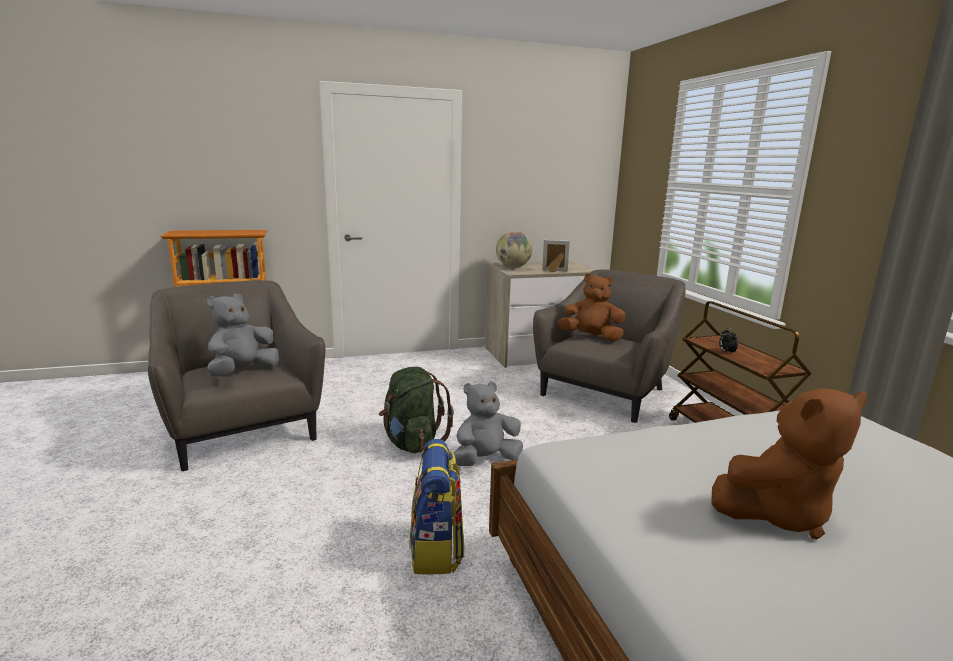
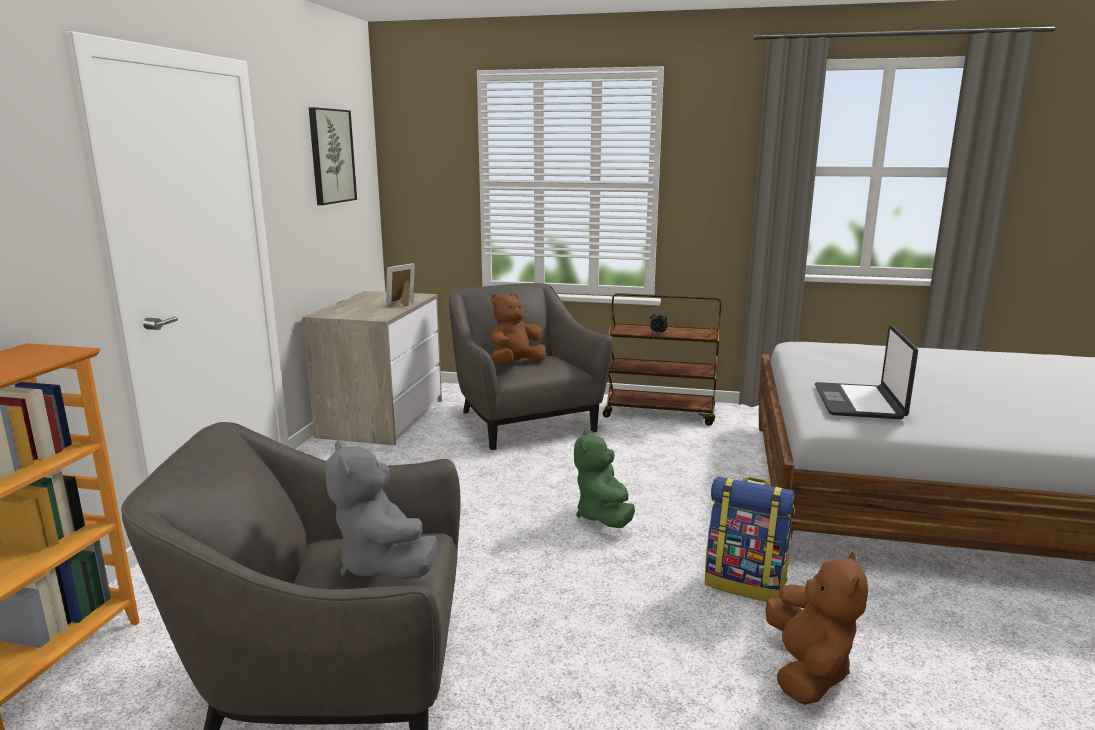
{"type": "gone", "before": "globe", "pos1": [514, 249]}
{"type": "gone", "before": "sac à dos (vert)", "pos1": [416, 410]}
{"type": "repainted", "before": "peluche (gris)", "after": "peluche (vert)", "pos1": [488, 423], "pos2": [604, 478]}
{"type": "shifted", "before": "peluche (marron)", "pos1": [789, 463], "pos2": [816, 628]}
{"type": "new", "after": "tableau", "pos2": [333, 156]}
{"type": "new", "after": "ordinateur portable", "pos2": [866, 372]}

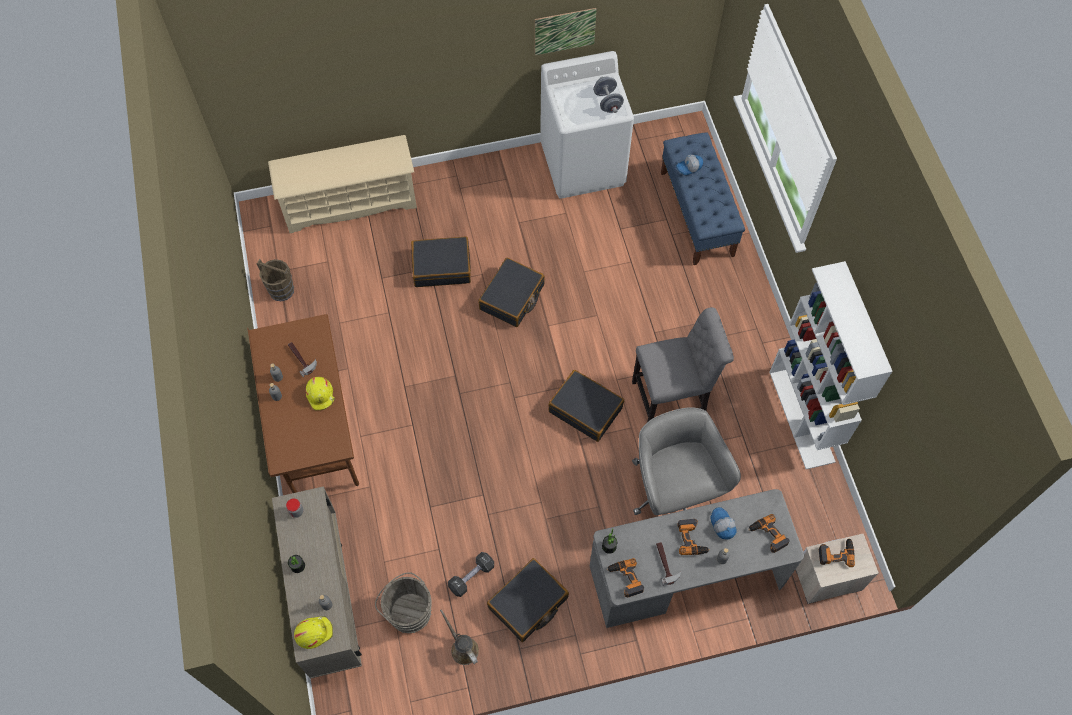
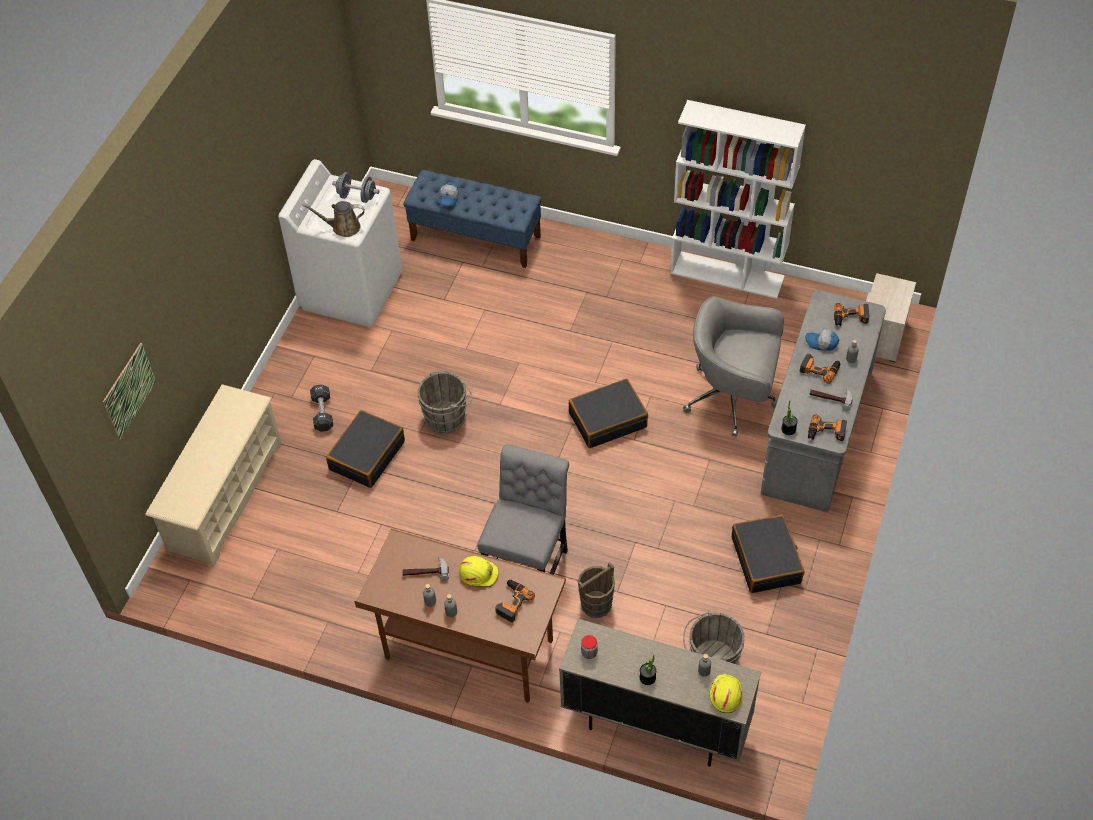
{"type": "shifted", "before": "tableau", "pos1": [566, 31], "pos2": [129, 391]}
{"type": "swapped", "before": "valise (noir)", "after": "seau (gris)", "pos1": [511, 292], "pos2": [445, 402]}
{"type": "shifted", "before": "seau (marron)", "pos1": [275, 280], "pos2": [596, 590]}
{"type": "shifted", "before": "chaise (gris)", "pos1": [683, 364], "pos2": [523, 509]}
{"type": "shifted", "before": "perceuse", "pos1": [837, 552], "pos2": [515, 601]}
{"type": "shifted", "before": "haltère (noir)", "pos1": [471, 574], "pos2": [321, 408]}
{"type": "shifted", "before": "arrosoir (marron)", "pos1": [459, 637], "pos2": [333, 219]}

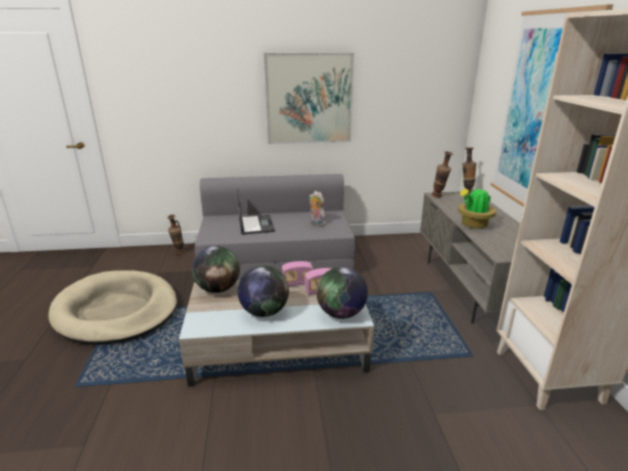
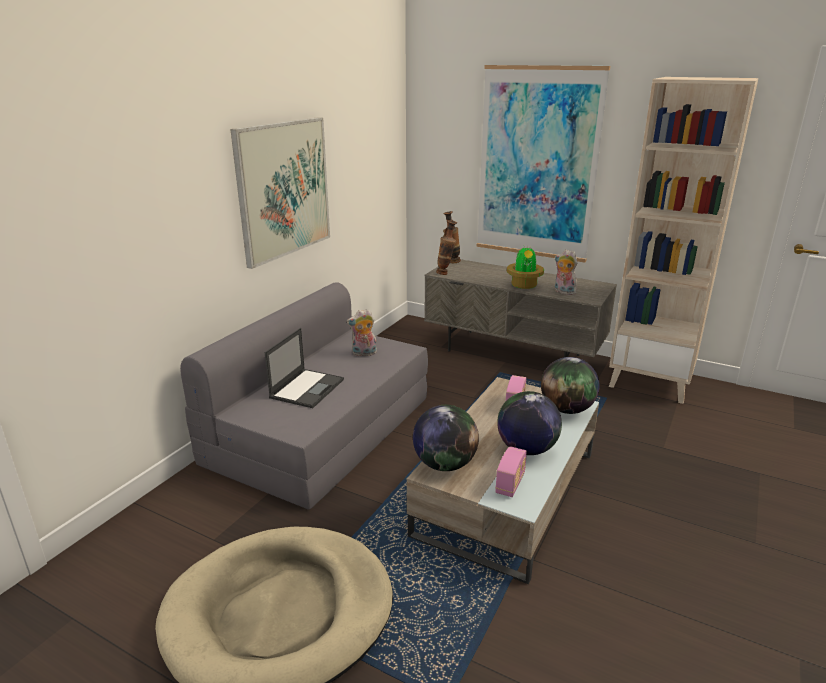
{"type": "rotated", "before": "ordinateur portable", "pos1": [256, 212], "pos2": [304, 368], "turn": 90}
{"type": "gone", "before": "vase", "pos1": [176, 234]}
{"type": "shifted", "before": "radio", "pos1": [297, 273], "pos2": [511, 471]}
{"type": "new", "after": "peluche", "pos2": [566, 272]}

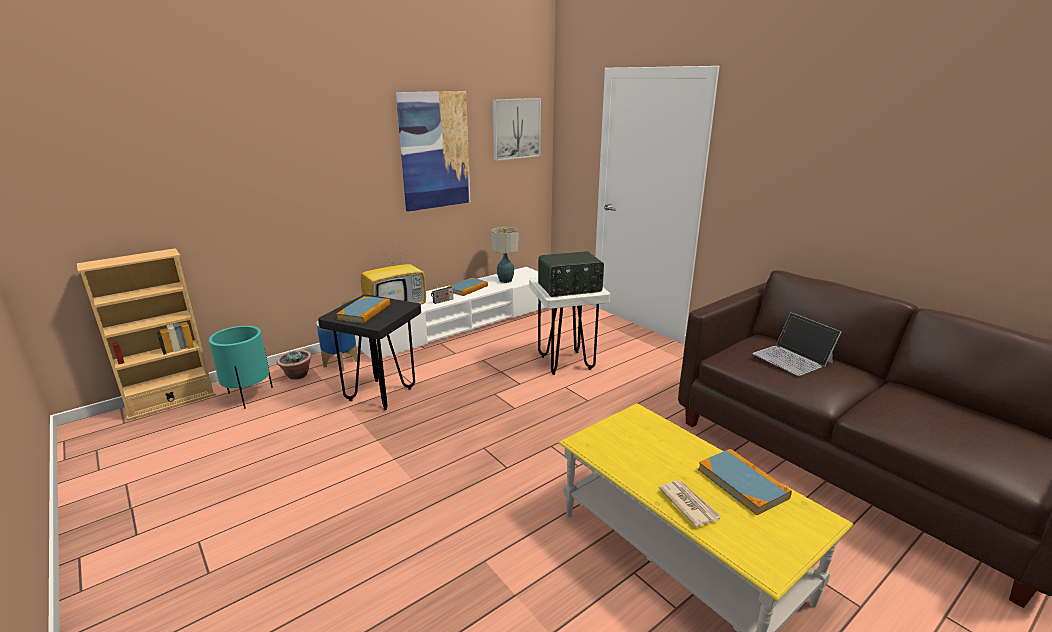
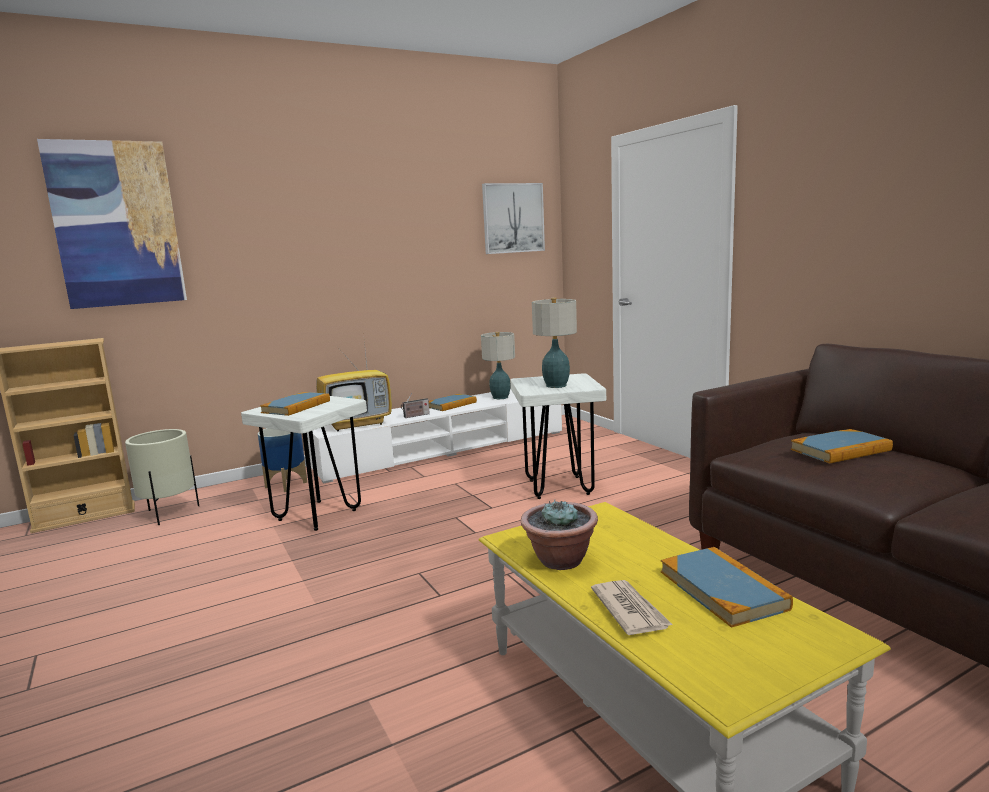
{"type": "shifted", "before": "tableau", "pos1": [433, 151], "pos2": [112, 224]}
{"type": "swapped", "before": "radio", "after": "lampe de table", "pos1": [571, 274], "pos2": [554, 343]}
{"type": "repainted", "before": "tabouret (noir)", "after": "tabouret (blanc)", "pos1": [369, 352], "pos2": [304, 463]}
{"type": "swapped", "before": "ordinateur portable", "after": "livre", "pos1": [796, 344], "pos2": [842, 446]}
{"type": "repainted", "before": "cache-pot (turquoise)", "after": "cache-pot (beige)", "pos1": [241, 367], "pos2": [162, 477]}
{"type": "shifted", "before": "plante en pot", "pos1": [294, 365], "pos2": [559, 534]}

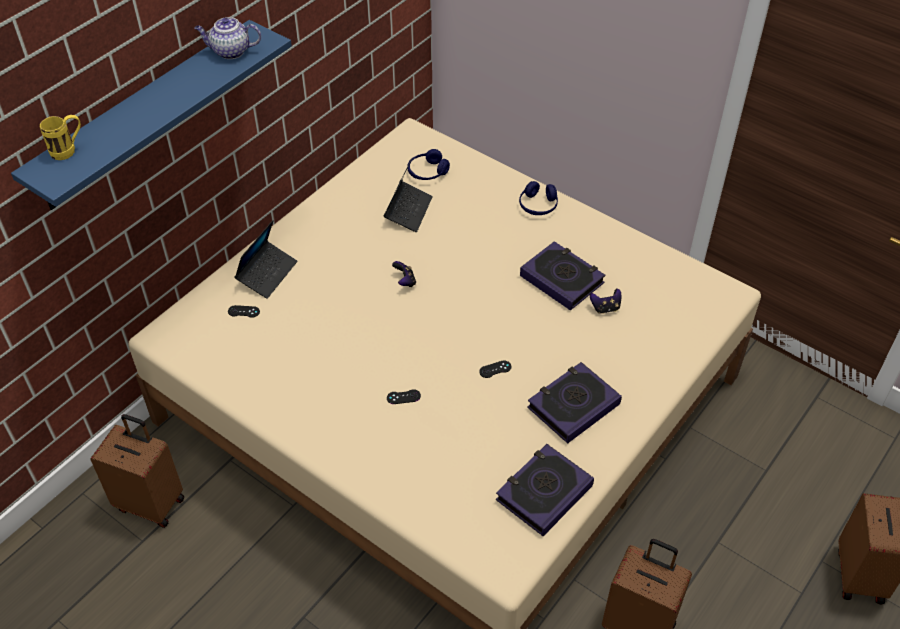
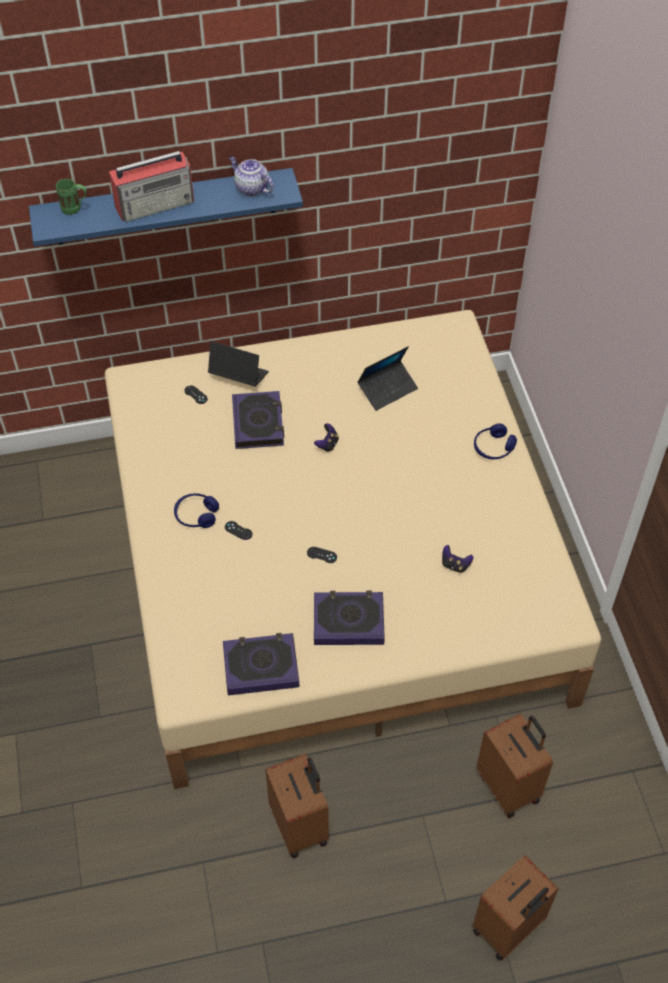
{"type": "repainted", "before": "mug (jaune)", "after": "mug (vert)", "pos1": [60, 137], "pos2": [71, 197]}
{"type": "shifted", "before": "casque audio (bleu)", "pos1": [429, 164], "pos2": [196, 510]}
{"type": "rotated", "before": "ordinateur portable", "pos1": [266, 259], "pos2": [238, 364], "turn": -135}
{"type": "shifted", "before": "livre", "pos1": [563, 276], "pos2": [258, 420]}
{"type": "shifted", "before": "valise (marron)", "pos1": [137, 471], "pos2": [515, 766]}
{"type": "new", "after": "radio", "pos2": [151, 186]}

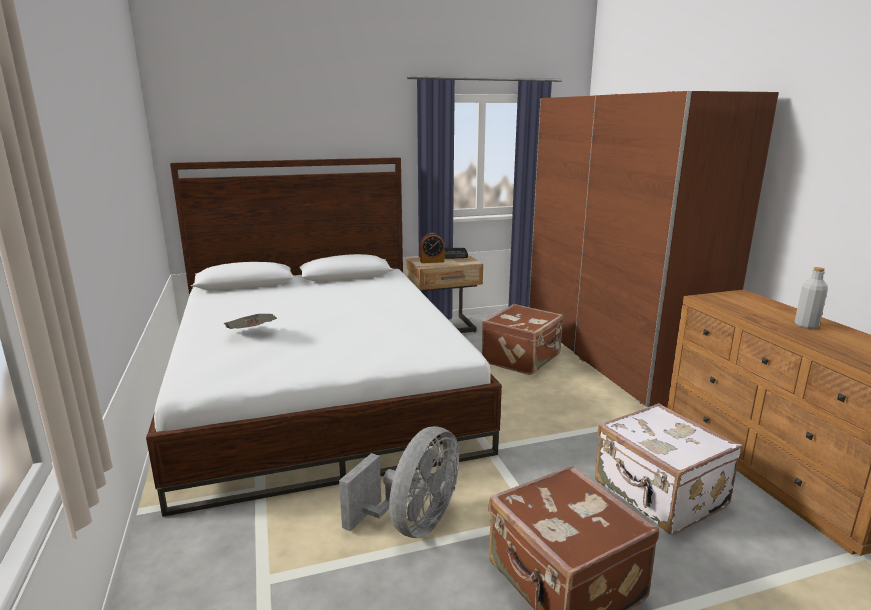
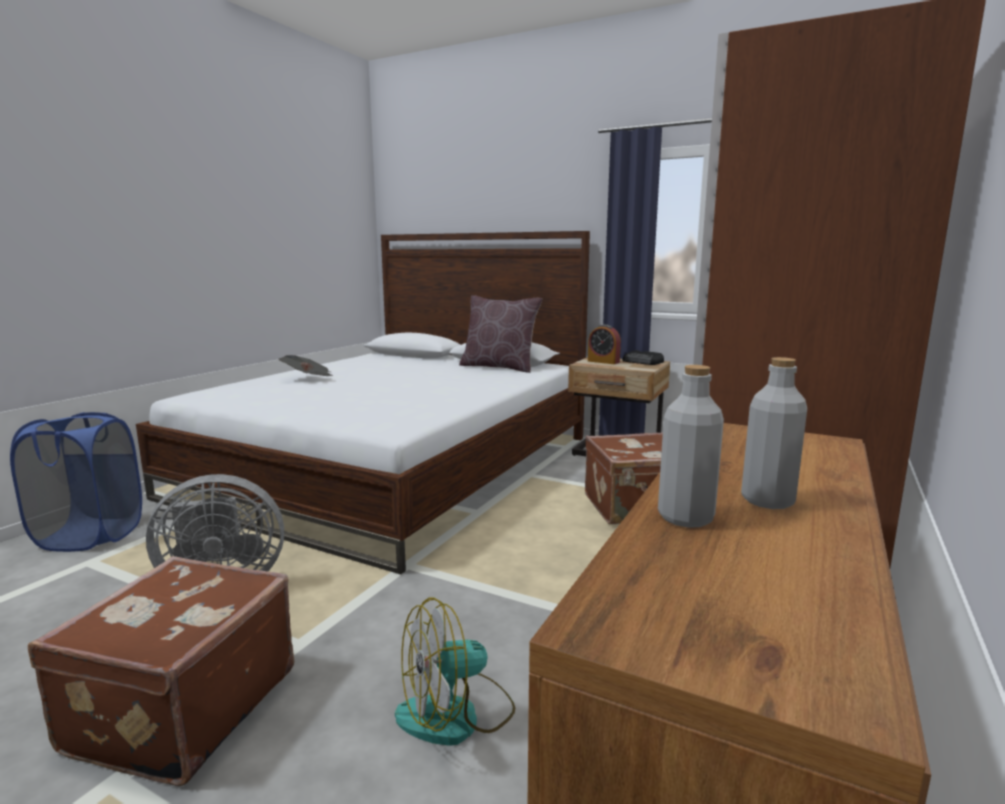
{"type": "swapped", "before": "valise (blanc)", "after": "ventilateur", "pos1": [668, 469], "pos2": [455, 671]}
{"type": "new", "after": "coussin (marron)", "pos2": [500, 334]}
{"type": "new", "after": "bouteille (gris)", "pos2": [691, 446]}
{"type": "new", "after": "panier à linge (bleu)", "pos2": [76, 482]}

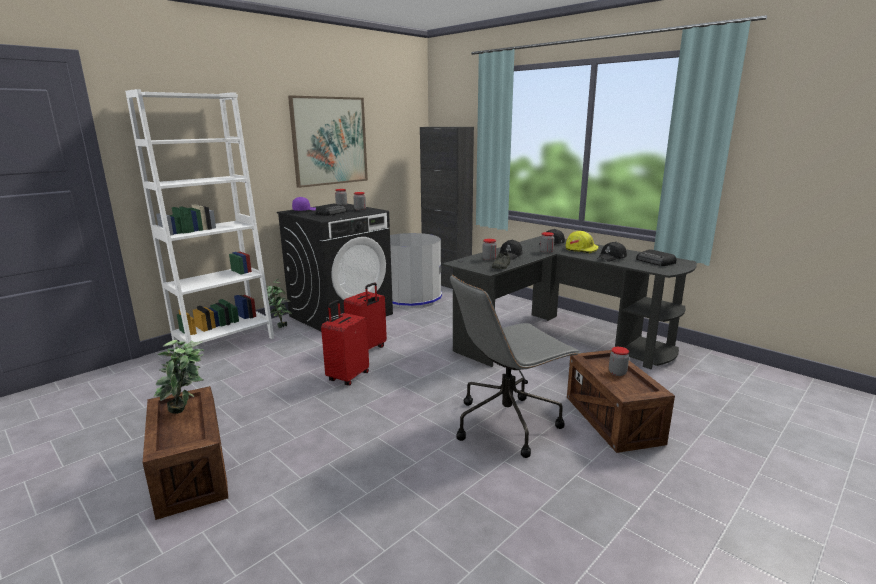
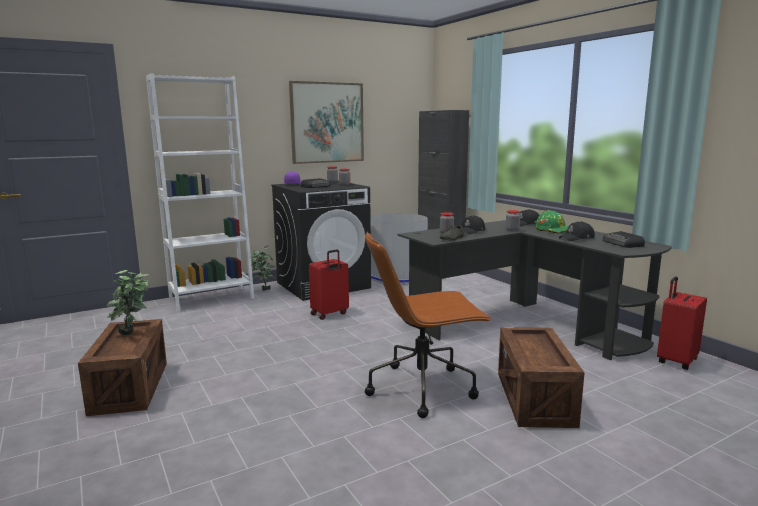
{"type": "repainted", "before": "casque de chantier (jaune)", "after": "casque de chantier (vert)", "pos1": [582, 242], "pos2": [552, 222]}
{"type": "repainted", "before": "chaise de bureau (gris)", "after": "chaise de bureau (marron)", "pos1": [515, 366], "pos2": [428, 325]}
{"type": "shifted", "before": "valise (rouge)", "pos1": [345, 343], "pos2": [682, 323]}
{"type": "gone", "before": "bocal", "pos1": [619, 361]}

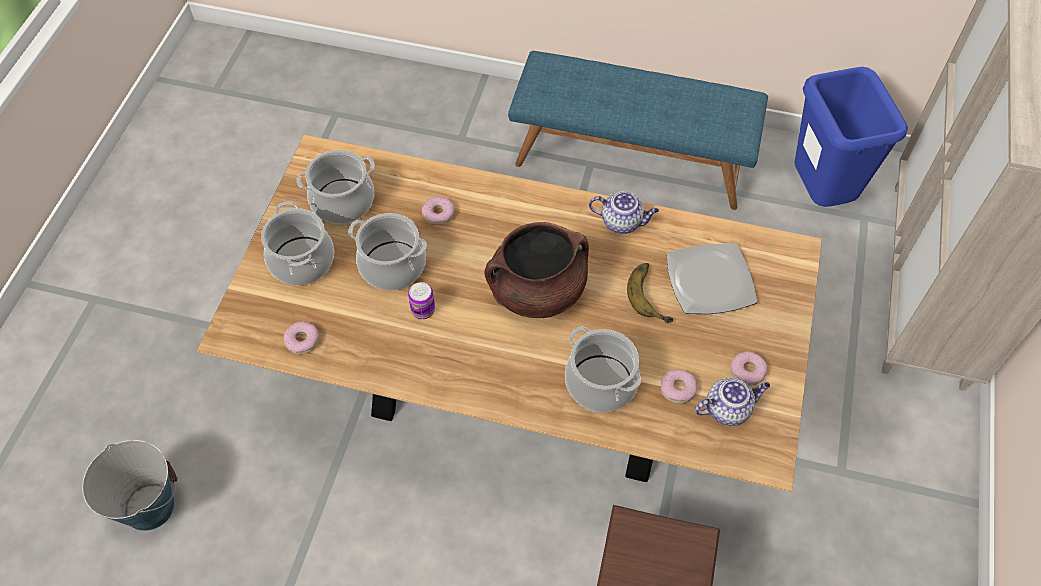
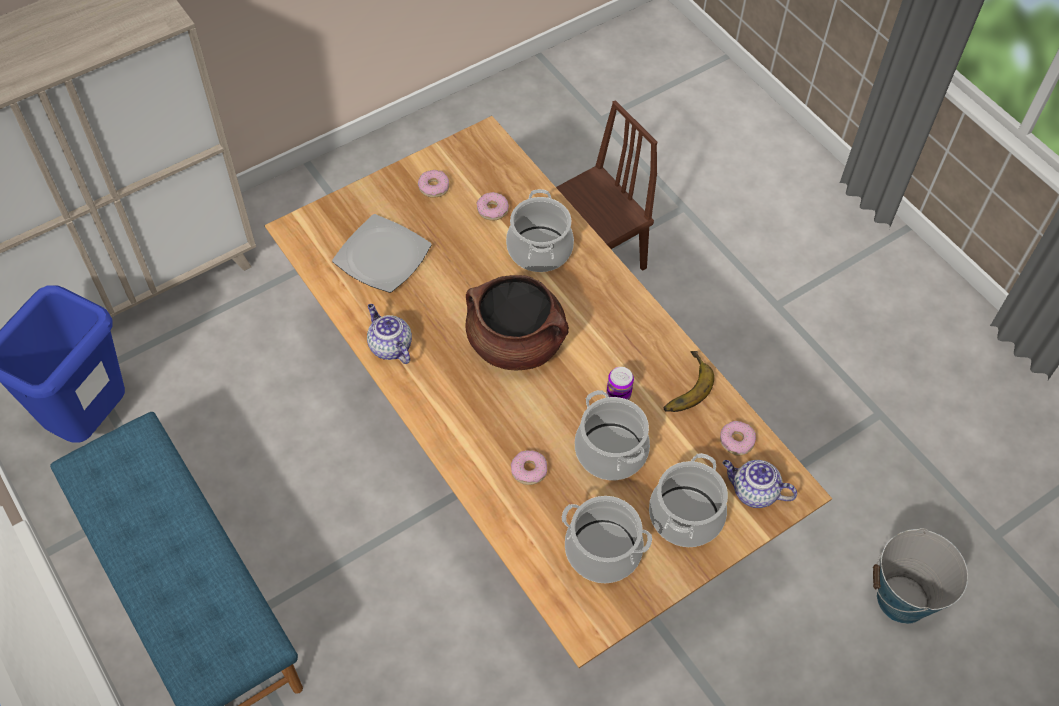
{"type": "shifted", "before": "banane", "pos1": [650, 293], "pos2": [689, 381]}
{"type": "shifted", "before": "théière", "pos1": [732, 402], "pos2": [760, 484]}

